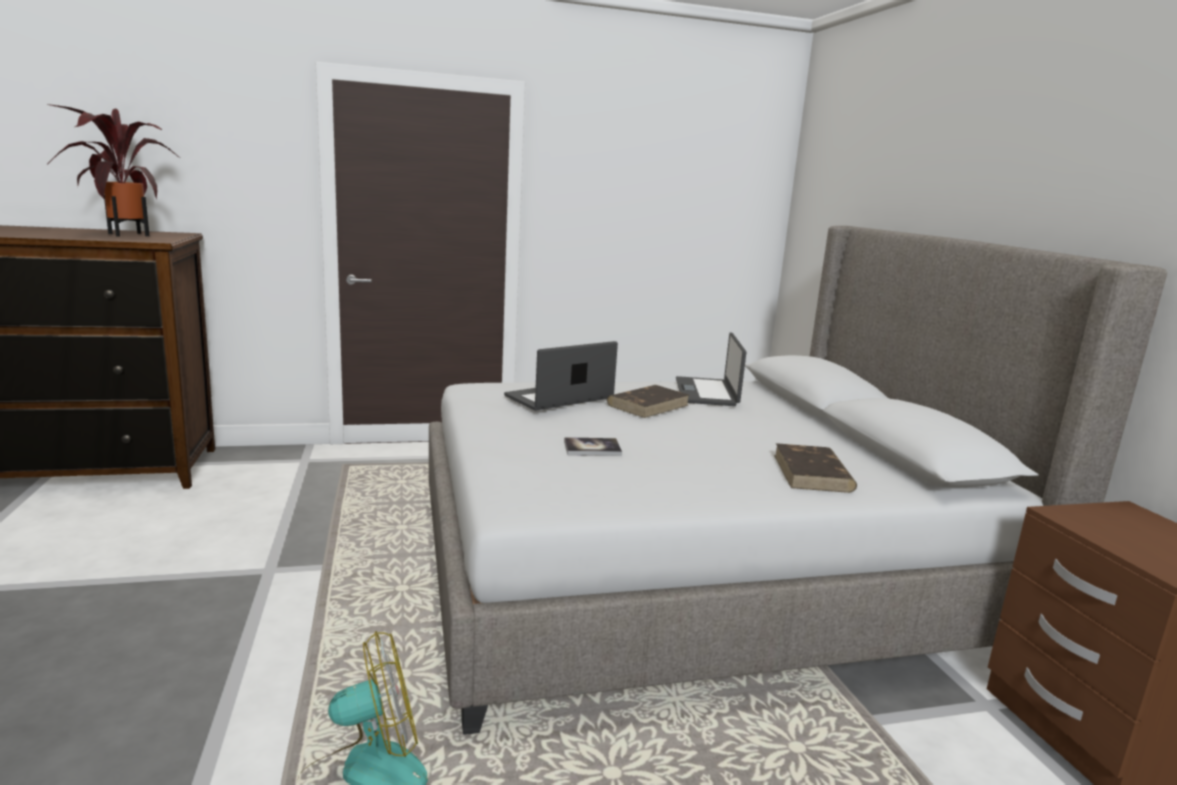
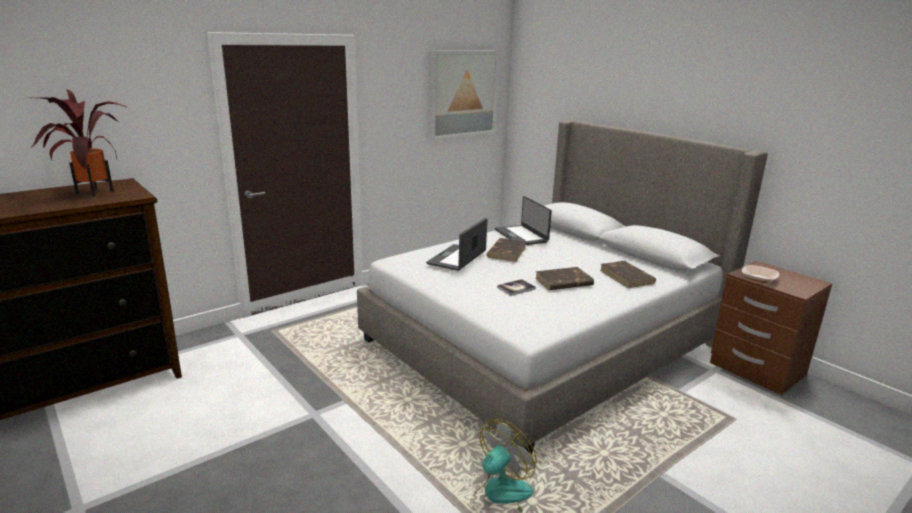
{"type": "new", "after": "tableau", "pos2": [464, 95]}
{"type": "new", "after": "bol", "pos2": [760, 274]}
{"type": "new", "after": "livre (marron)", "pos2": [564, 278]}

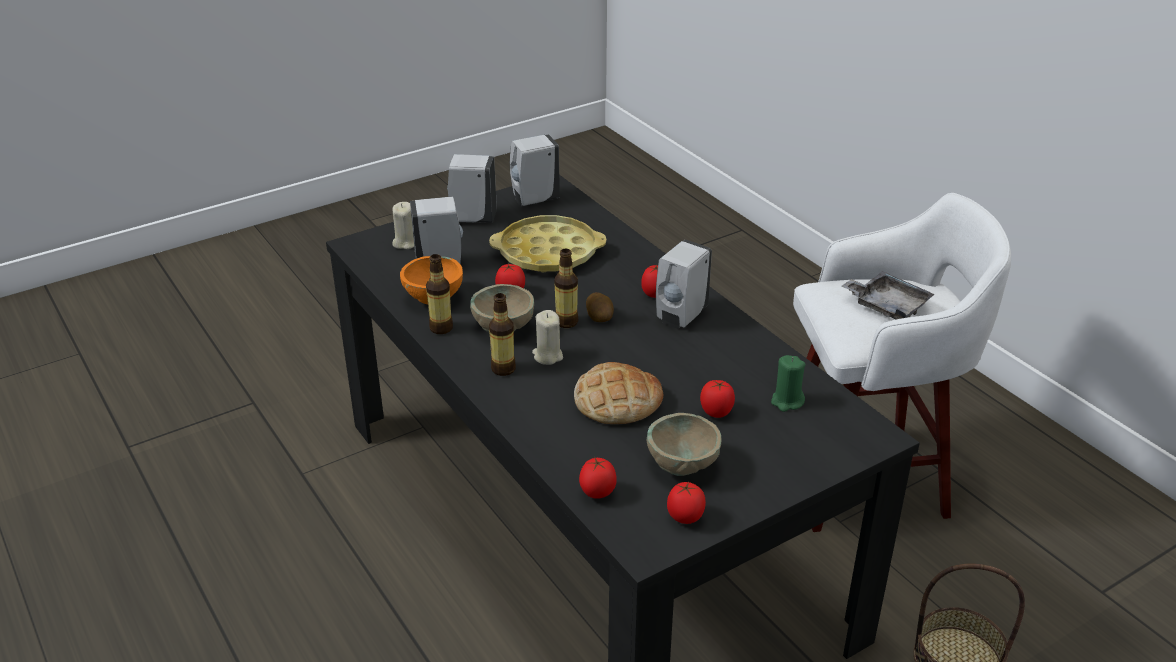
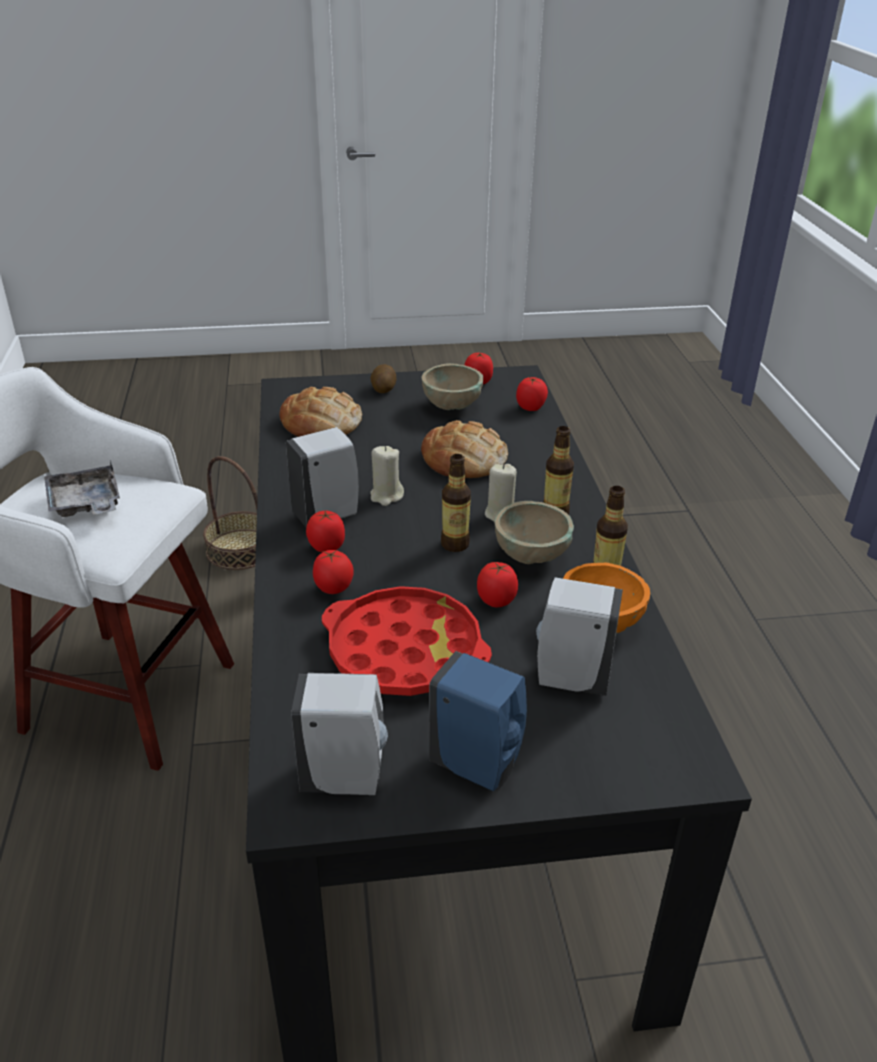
{"type": "repainted", "before": "distributeur de savon (blanc)", "after": "distributeur de savon (bleu)", "pos1": [472, 188], "pos2": [478, 721]}
{"type": "shifted", "before": "bougie (beige)", "pos1": [403, 225], "pos2": [387, 476]}
{"type": "repainted", "before": "plateau (jaune)", "after": "plateau (rouge)", "pos1": [547, 243], "pos2": [407, 641]}
{"type": "shifted", "before": "pomme de terre", "pos1": [600, 307], "pos2": [383, 378]}
{"type": "swapped", "before": "bougie (vert)", "after": "pain", "pos1": [788, 383], "pos2": [321, 412]}
{"type": "shifted", "before": "tomate", "pos1": [717, 399], "pos2": [333, 572]}

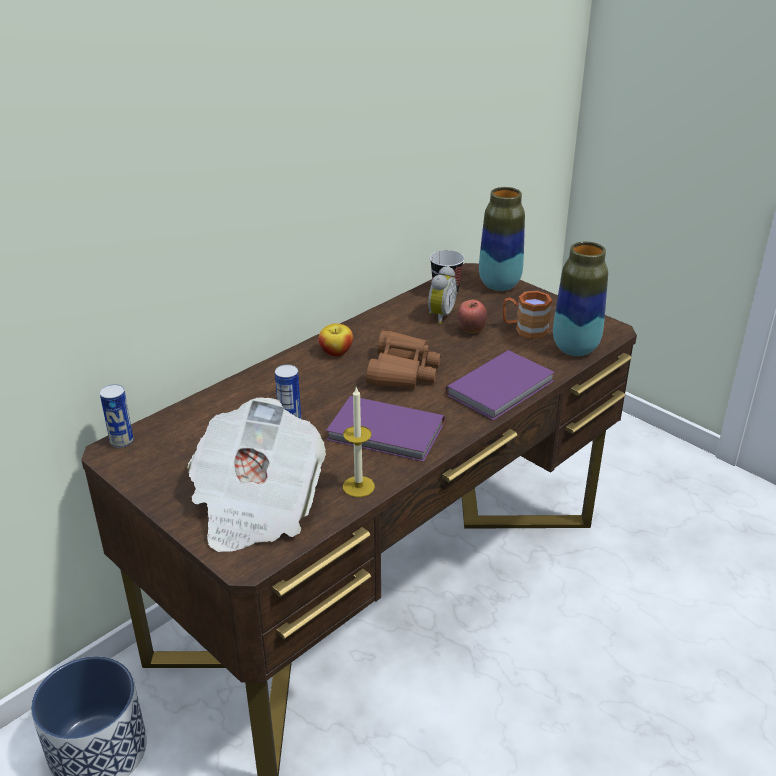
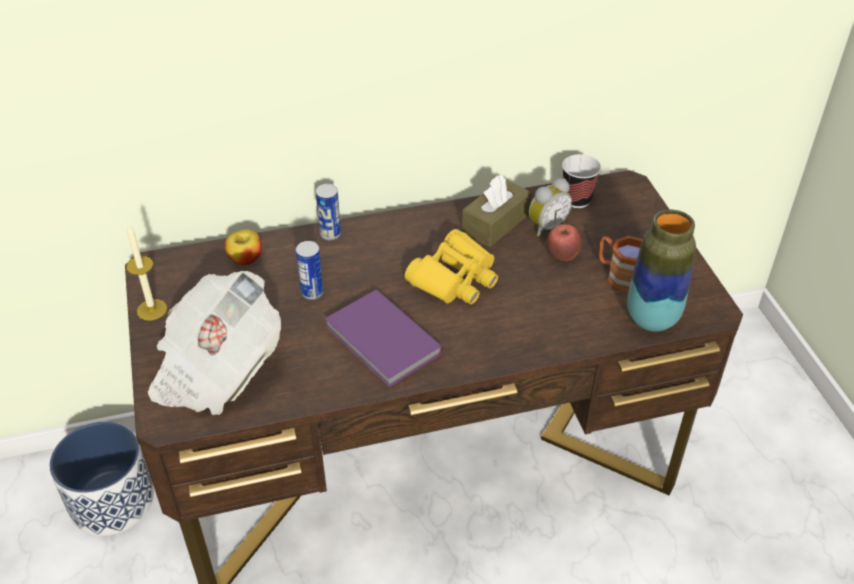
{"type": "gone", "before": "vase", "pos1": [502, 239]}
{"type": "shifted", "before": "pomme", "pos1": [336, 340], "pos2": [243, 247]}
{"type": "repainted", "before": "jumelles (marron)", "after": "jumelles (jaune)", "pos1": [403, 360], "pos2": [451, 266]}
{"type": "gone", "before": "livre (violet)", "pos1": [500, 385]}
{"type": "shifted", "before": "boîte métallique", "pos1": [117, 416], "pos2": [328, 212]}
{"type": "shifted", "before": "bougie", "pos1": [359, 441], "pos2": [146, 272]}
{"type": "new", "after": "boîte à mouchoirs (marron)", "pos2": [497, 211]}

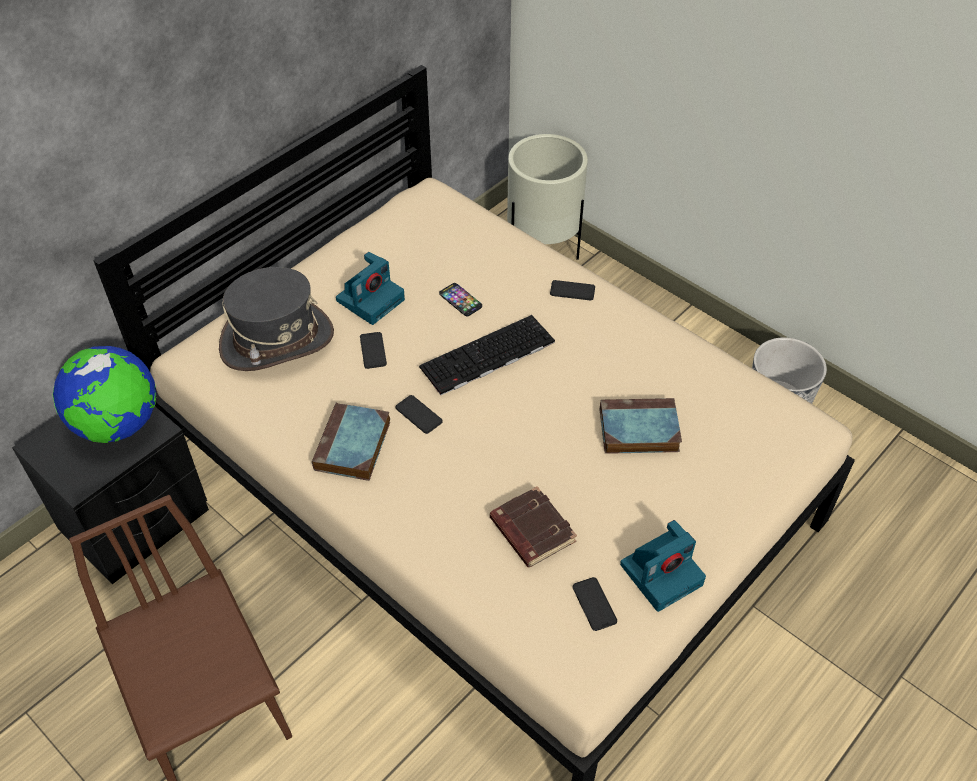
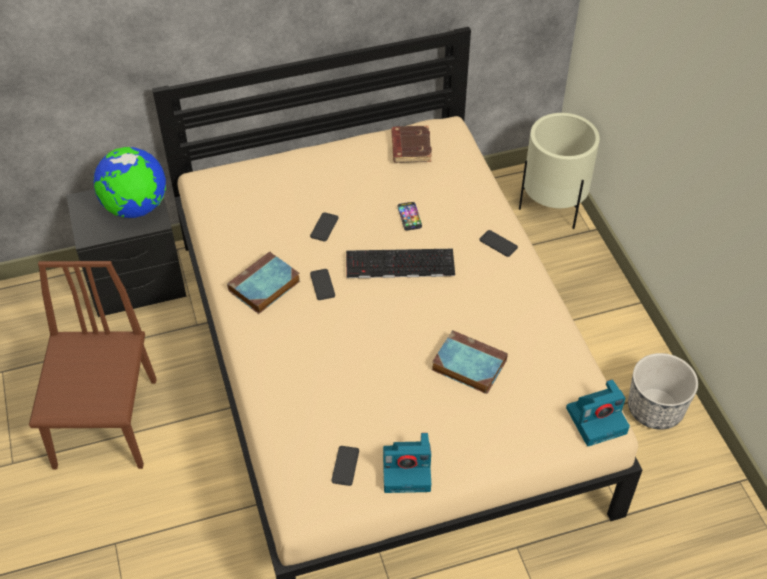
{"type": "shifted", "before": "appareil photo", "pos1": [370, 288], "pos2": [598, 413]}
{"type": "gone", "before": "chapeau (gris)", "pos1": [276, 319]}
{"type": "shifted", "before": "livre (marron)", "pos1": [533, 527], "pos2": [411, 144]}

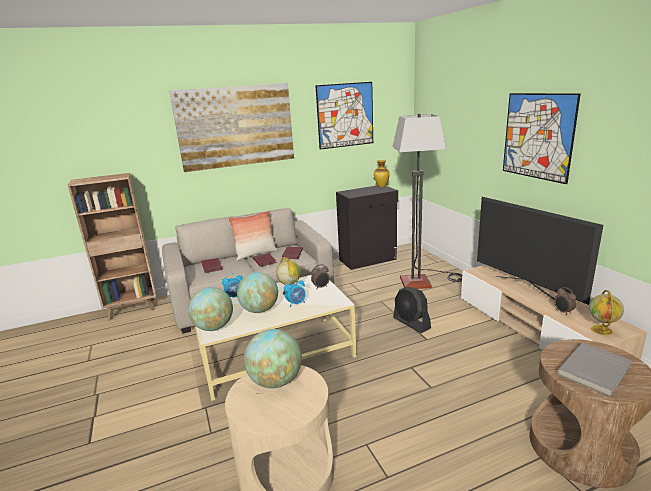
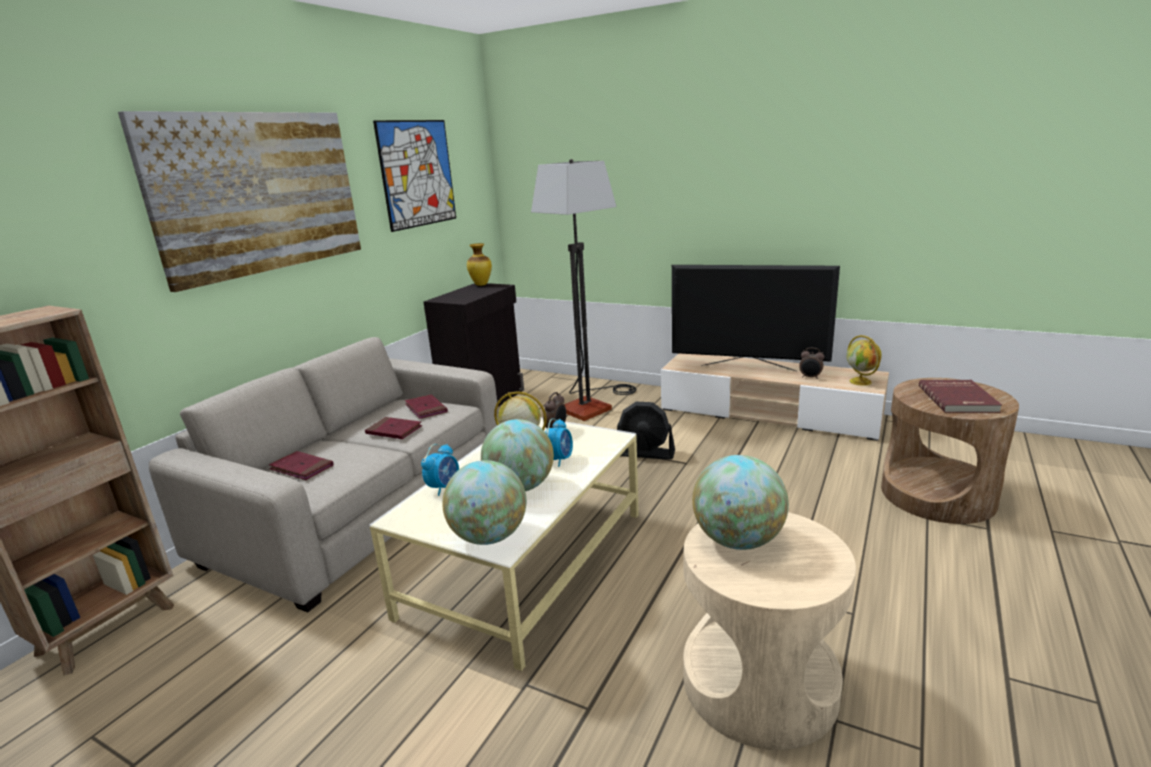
{"type": "gone", "before": "tableau", "pos1": [542, 138]}
{"type": "gone", "before": "coussin", "pos1": [253, 236]}
{"type": "repainted", "before": "livre (gris)", "after": "livre (rouge)", "pos1": [594, 370], "pos2": [960, 396]}

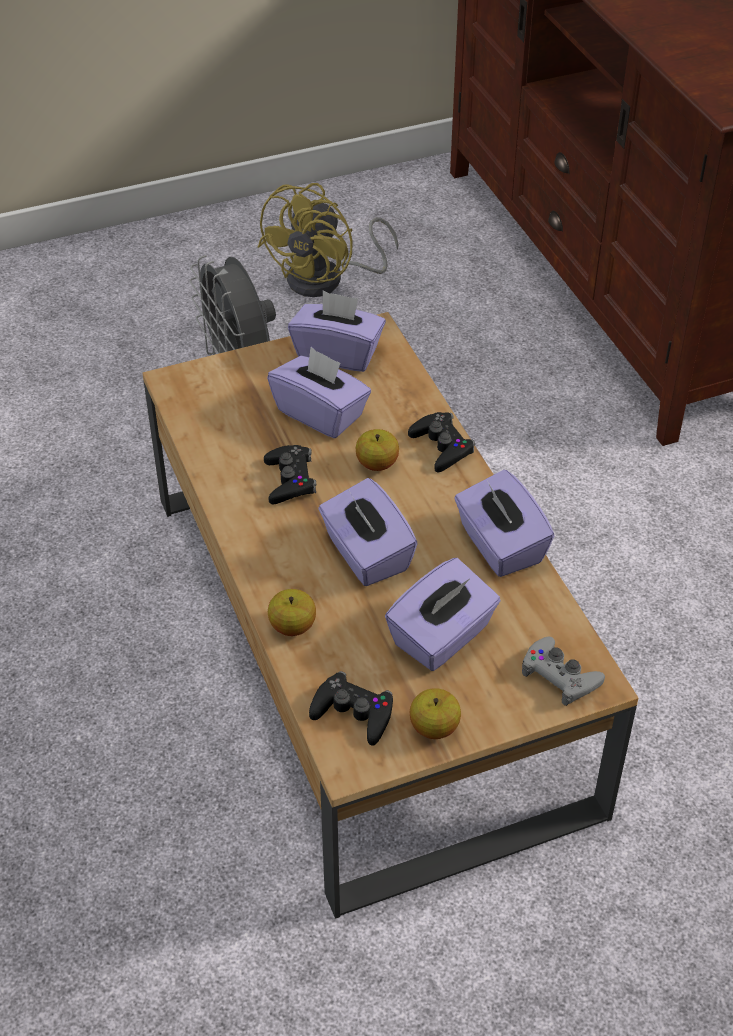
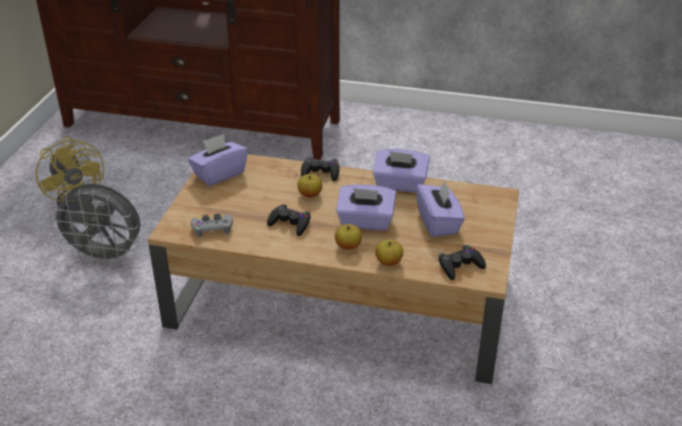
{"type": "gone", "before": "boîte à mouchoirs (violet)", "pos1": [319, 392]}
{"type": "shifted", "before": "manette (gris)", "pos1": [563, 671], "pos2": [212, 225]}
{"type": "shifted", "before": "pomme", "pos1": [435, 713], "pos2": [348, 237]}

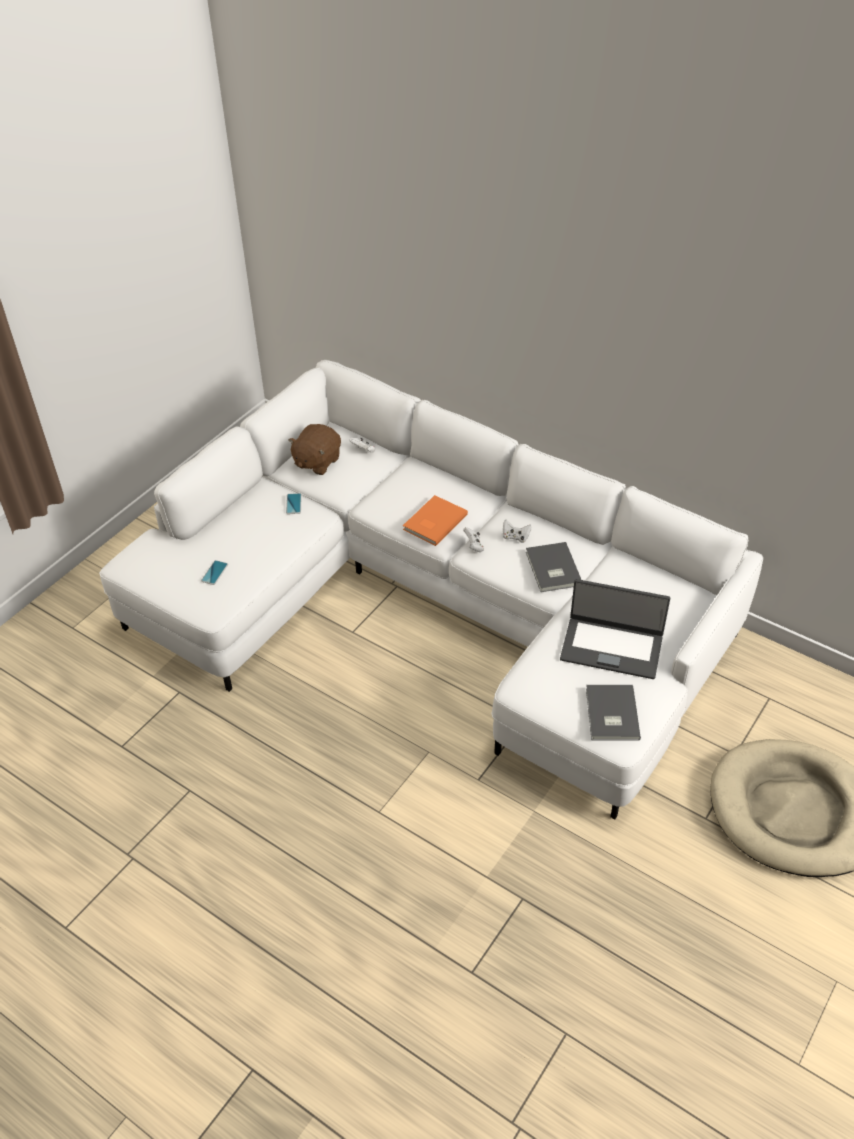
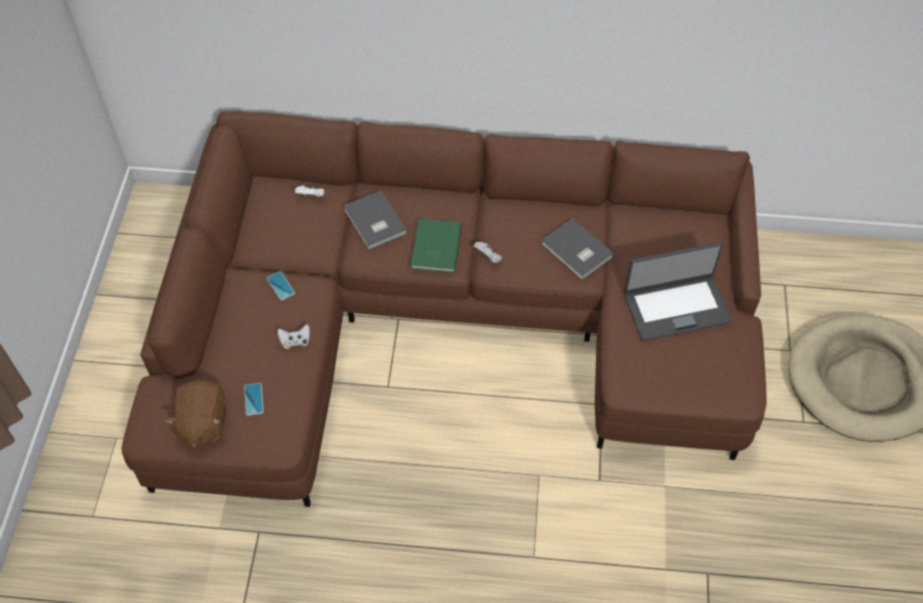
{"type": "repainted", "before": "canapé (blanc)", "after": "canapé (marron)", "pos1": [431, 589], "pos2": [444, 309]}
{"type": "shifted", "before": "peluche (marron)", "pos1": [314, 449], "pos2": [195, 414]}
{"type": "repainted", "before": "livre (orange)", "after": "livre (vert)", "pos1": [435, 520], "pos2": [436, 246]}
{"type": "shifted", "before": "manette (blanc)", "pos1": [517, 531], "pos2": [293, 336]}
{"type": "shifted", "before": "livre (gris)", "pos1": [613, 713], "pos2": [376, 220]}

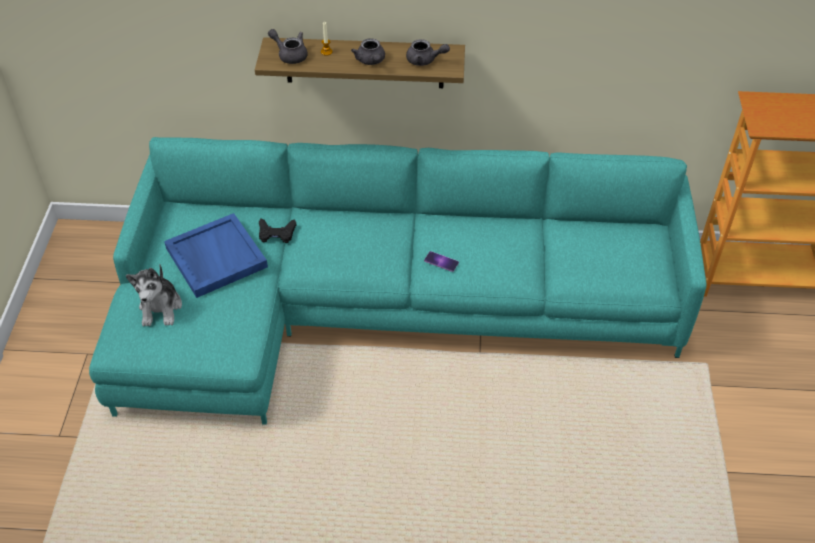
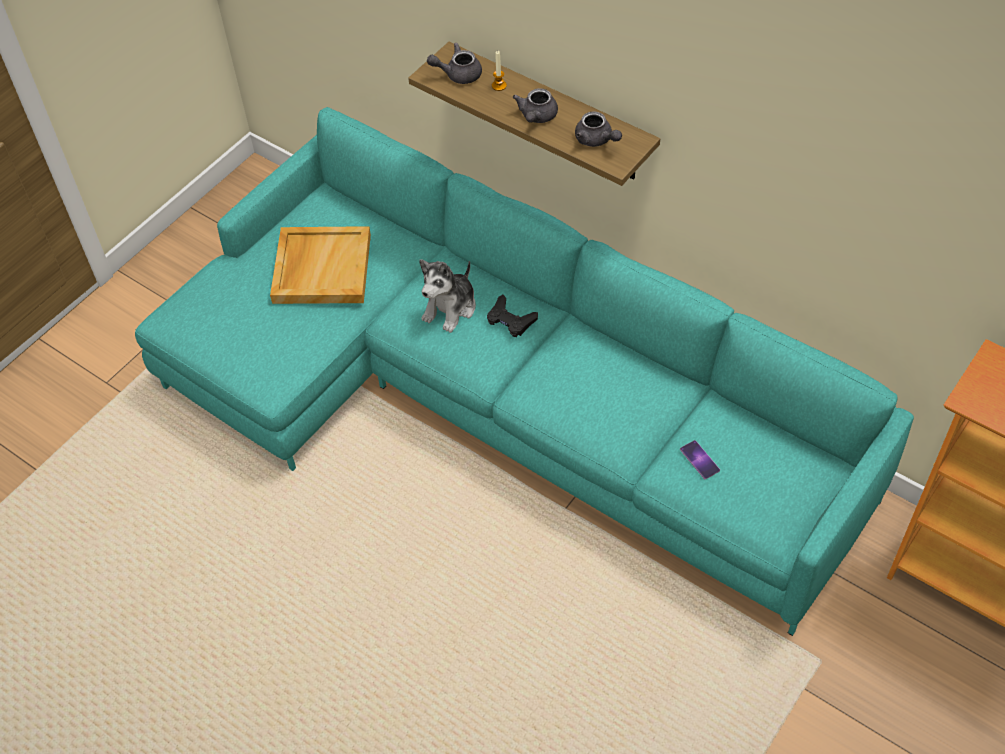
{"type": "rotated", "before": "théière (gris)", "pos1": [288, 46], "pos2": [454, 63], "turn": -75}
{"type": "repainted", "before": "plateau (bleu)", "after": "plateau (beige)", "pos1": [216, 255], "pos2": [320, 265]}
{"type": "shifted", "before": "manette (noir)", "pos1": [278, 230], "pos2": [512, 316]}
{"type": "shifted", "before": "téléphone", "pos1": [441, 261], "pos2": [700, 459]}
{"type": "shifted", "before": "peluche", "pos1": [154, 295], "pos2": [447, 296]}

